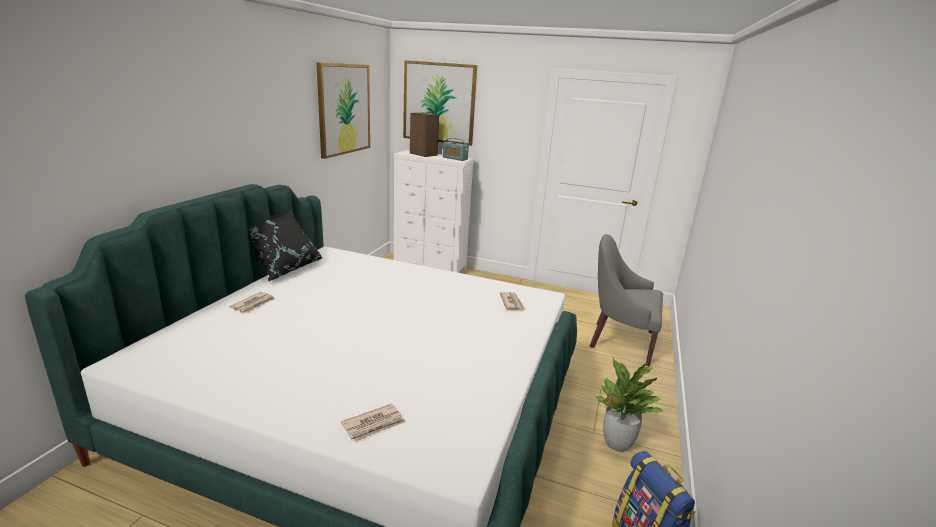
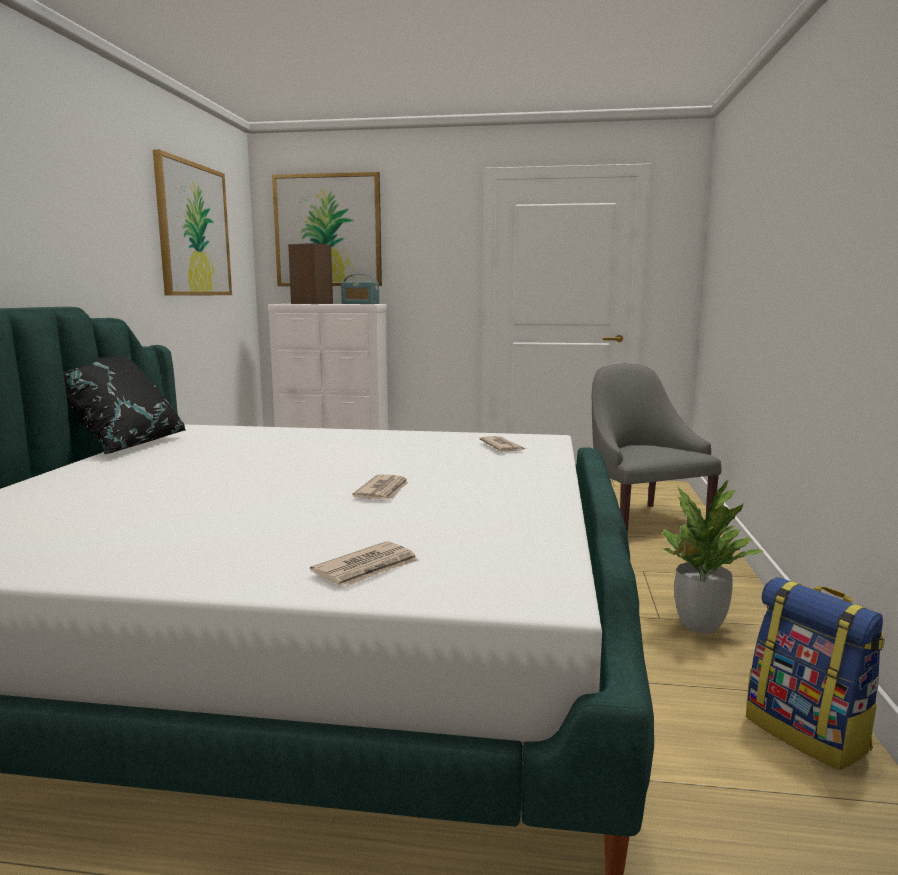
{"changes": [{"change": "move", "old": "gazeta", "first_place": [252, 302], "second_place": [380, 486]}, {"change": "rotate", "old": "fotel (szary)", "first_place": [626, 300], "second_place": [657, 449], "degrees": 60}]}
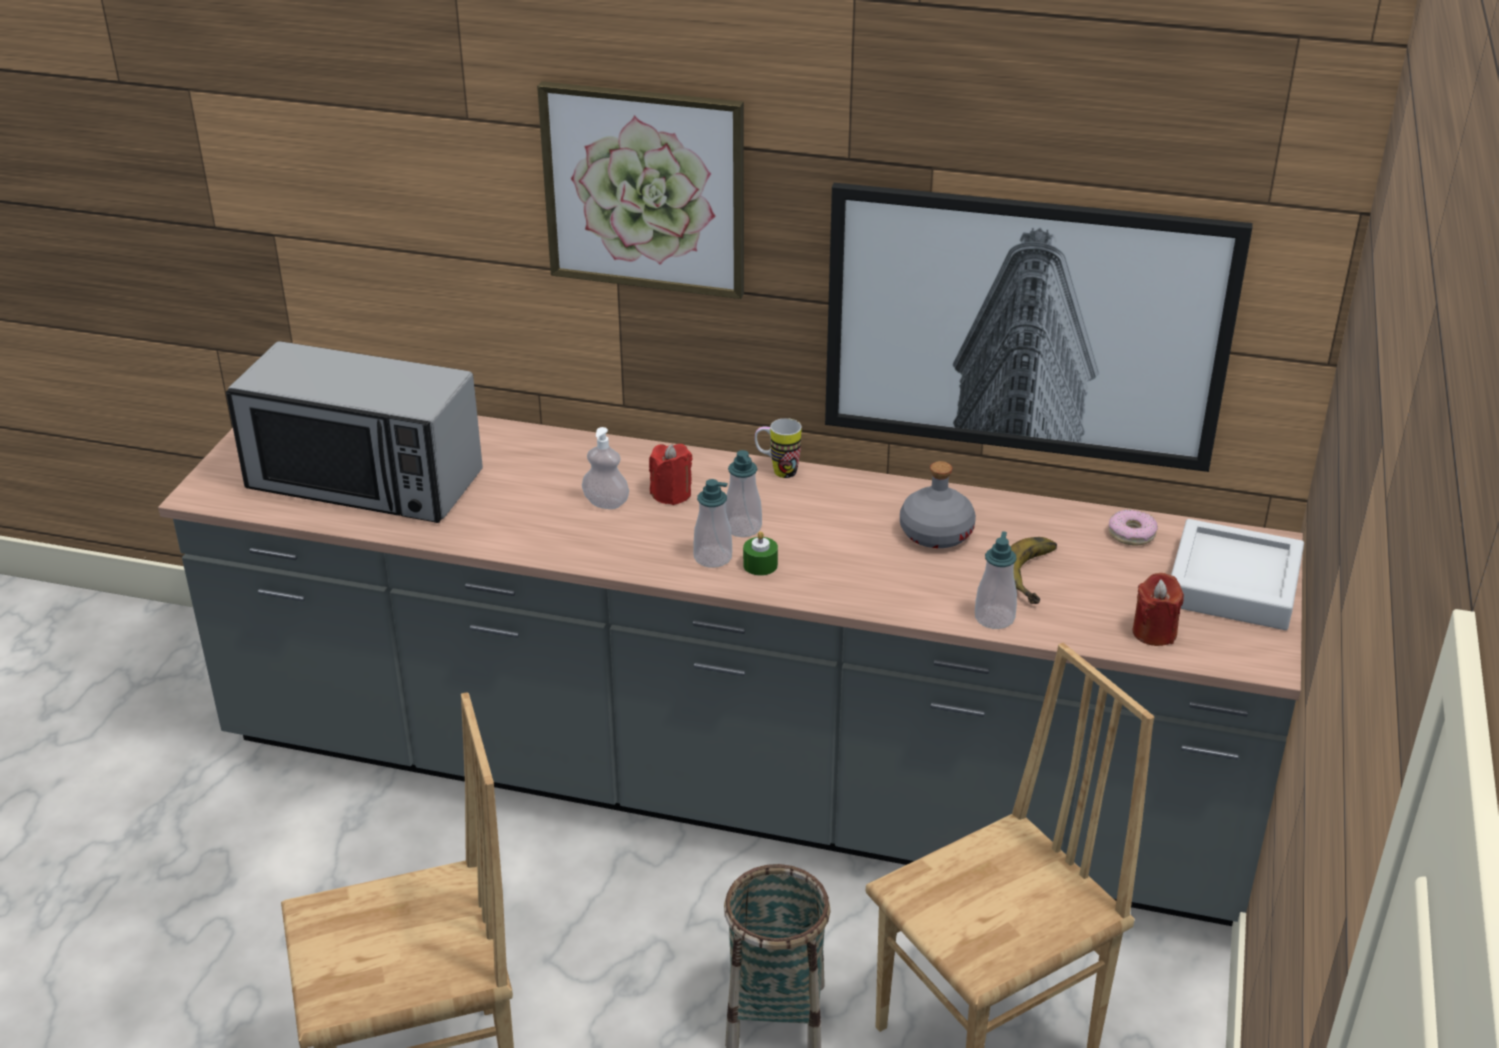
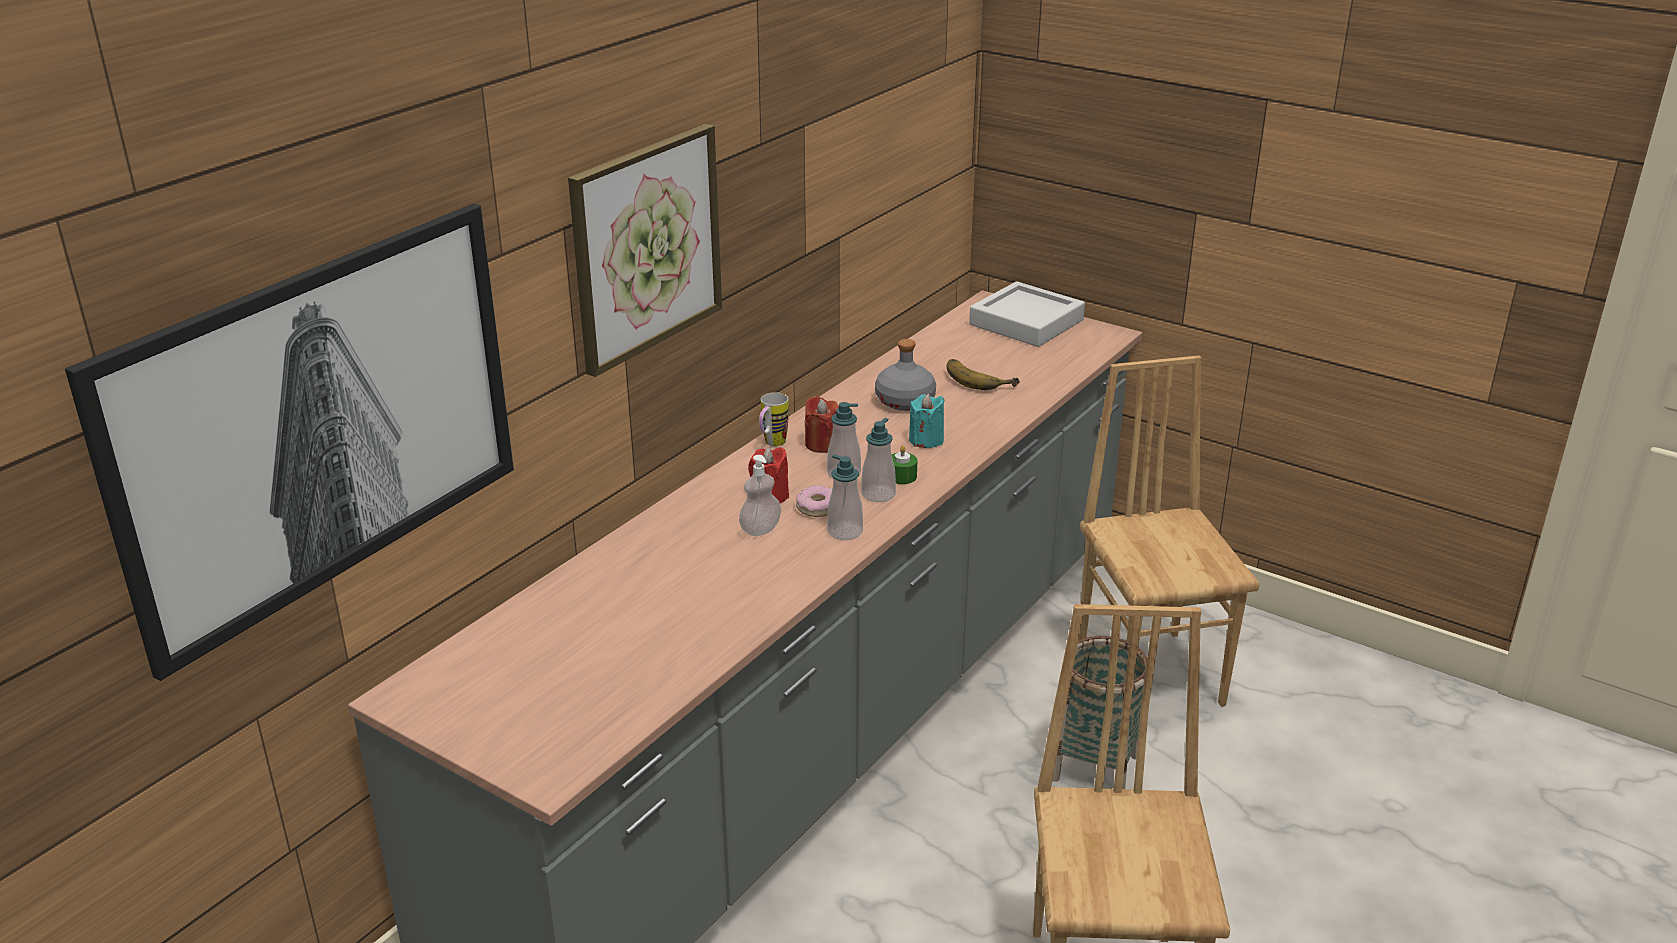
{"changes": [{"change": "move", "old": "obraz", "first_place": [1039, 327], "second_place": [289, 442]}, {"change": "move", "old": "donut", "first_place": [1133, 527], "second_place": [814, 501]}, {"change": "move", "old": "świeca (czerwony)", "first_place": [1158, 609], "second_place": [822, 424]}, {"change": "move", "old": "dozownik mydła", "first_place": [996, 580], "second_place": [845, 497]}, {"change": "insert", "new": "świeca (turkusowy)", "second_place": [927, 421]}, {"change": "delete", "old": "mikrofalówka", "first_place": [354, 432]}]}
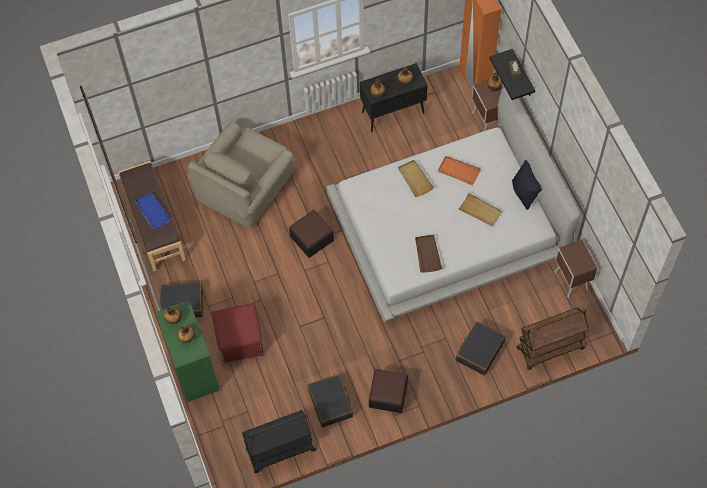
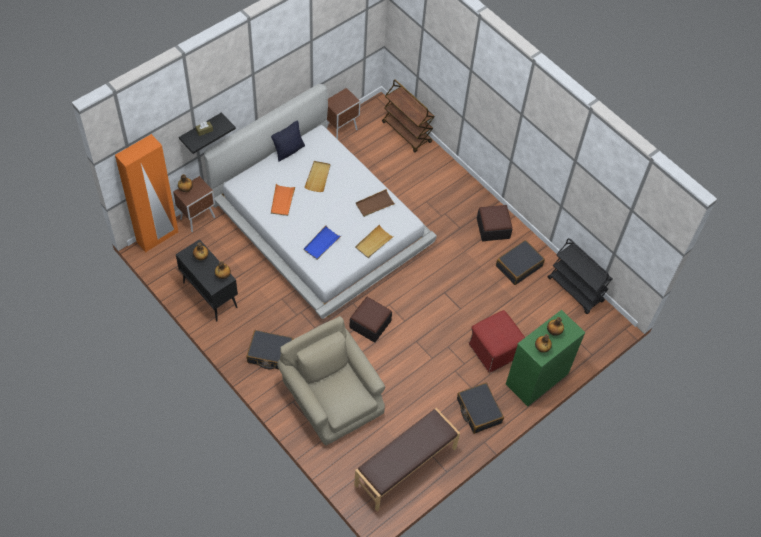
{"changes": [{"change": "move", "old": "walizka (czarny)", "first_place": [481, 348], "second_place": [270, 349]}, {"change": "rotate", "old": "fotel (beżowy)", "first_place": [242, 175], "second_place": [331, 380], "degrees": -135}, {"change": "move", "old": "taca (niebieski)", "first_place": [153, 211], "second_place": [322, 243]}, {"change": "move", "old": "taca (beżowy)", "first_place": [416, 178], "second_place": [374, 241]}]}
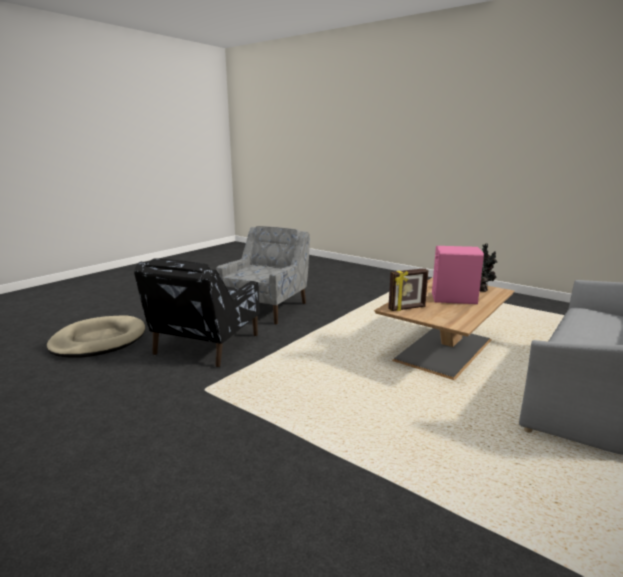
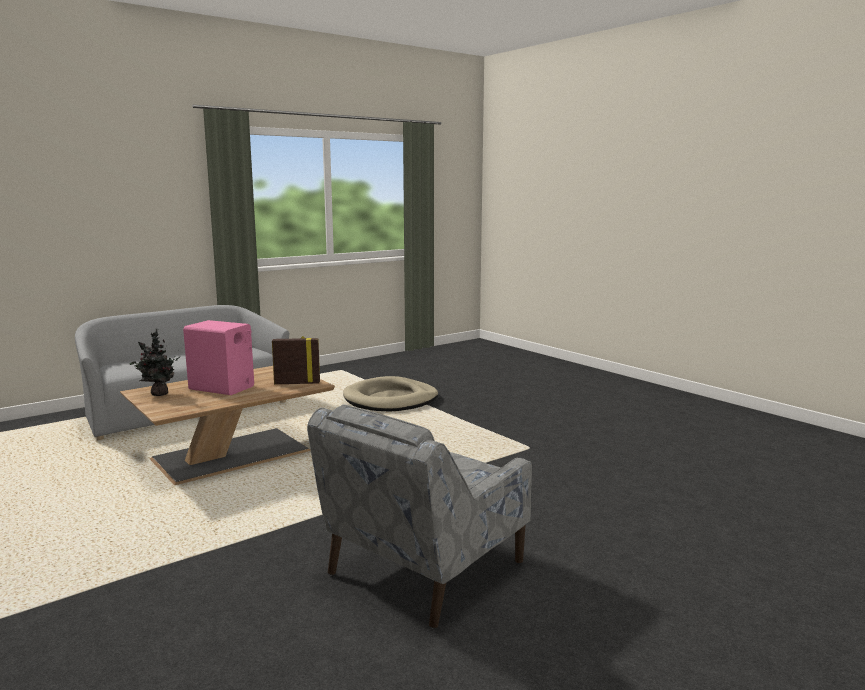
{"changes": [{"change": "move", "old": "legowisko (beżowy)", "first_place": [96, 336], "second_place": [390, 394]}, {"change": "delete", "old": "fotel (czarny)", "first_place": [197, 313]}]}
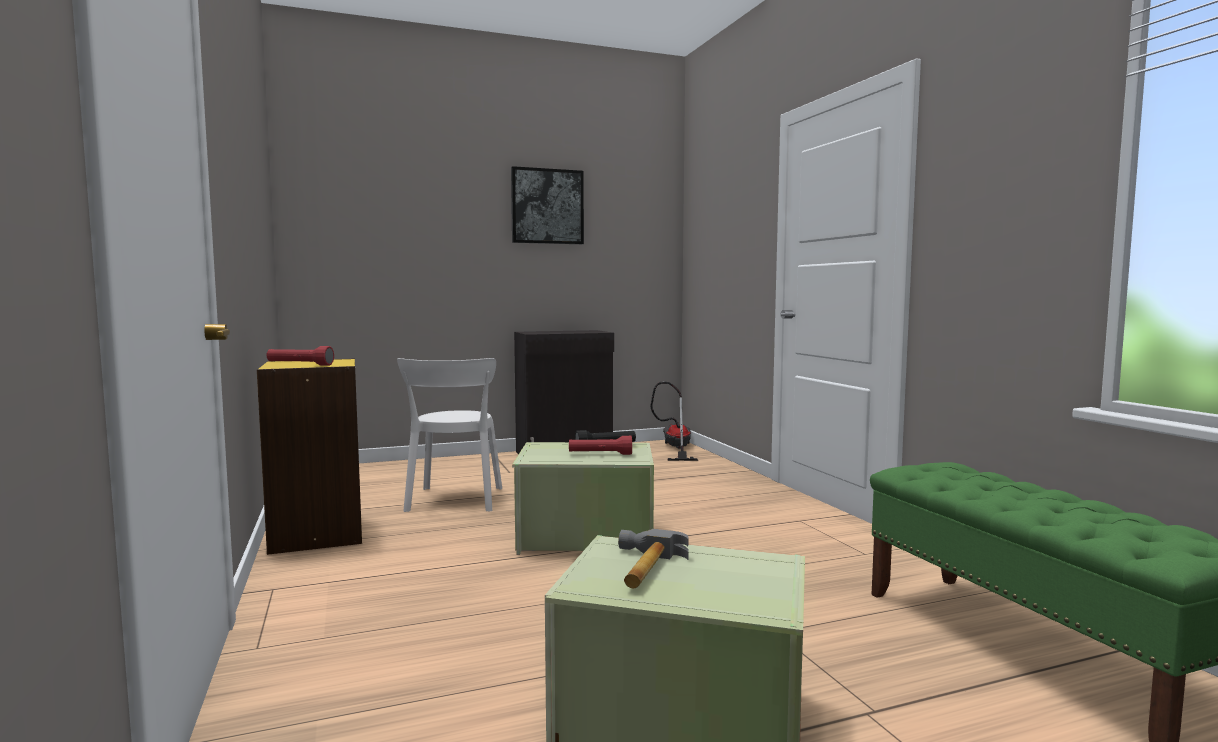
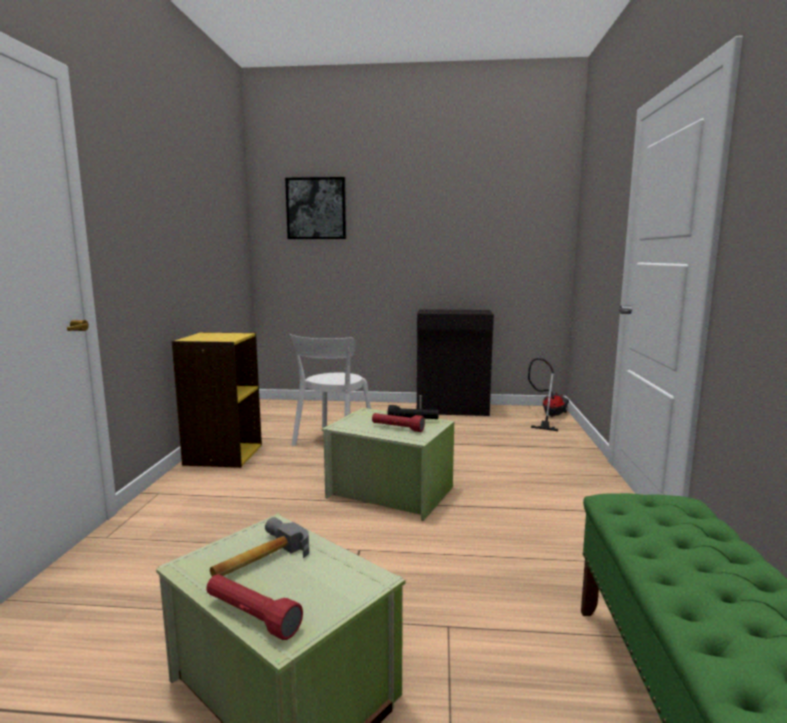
{"changes": [{"change": "move", "old": "latarka (czerwony)", "first_place": [300, 356], "second_place": [254, 607]}, {"change": "move", "old": "obraz", "first_place": [547, 205], "second_place": [315, 208]}]}
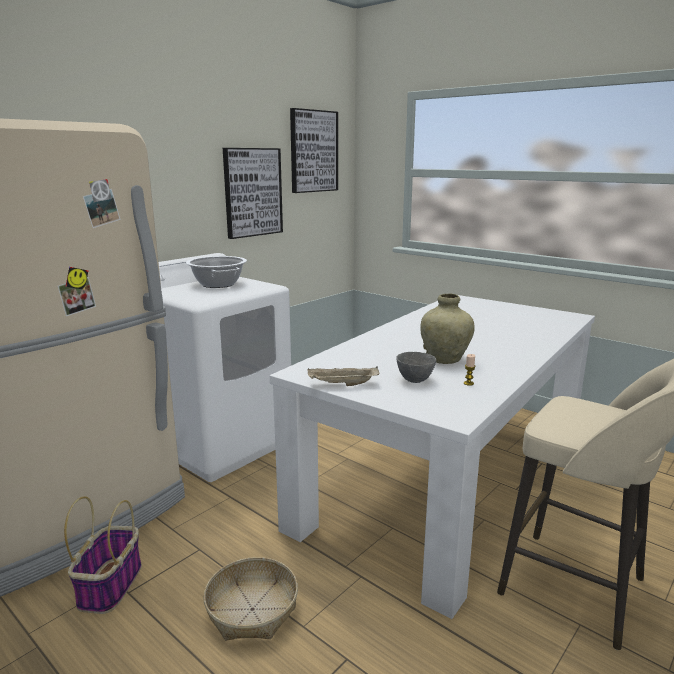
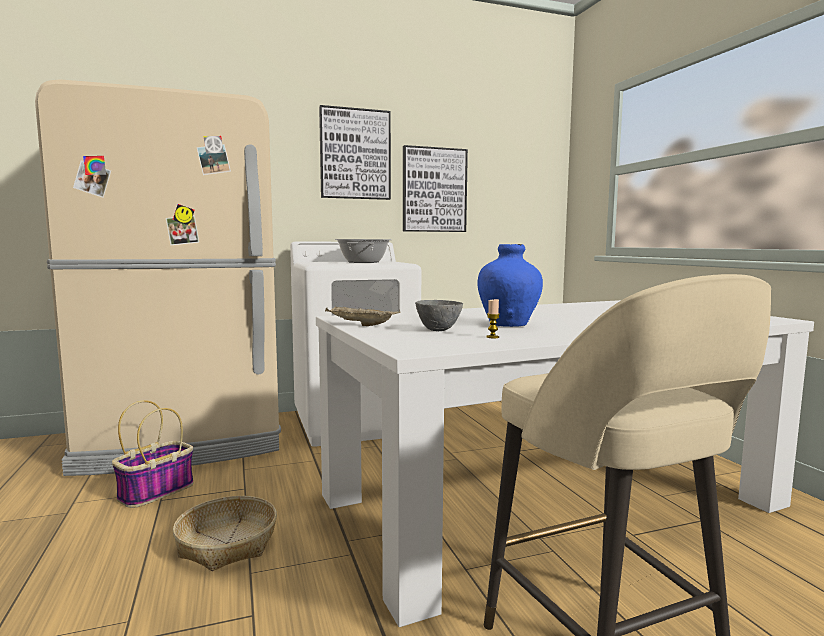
{"changes": [{"change": "move", "old": "obraz", "first_place": [314, 150], "second_place": [355, 152]}, {"change": "recolor", "old": "wazon (beżowy)", "new": "wazon (niebieski)", "first_place": [447, 329], "second_place": [510, 285]}]}
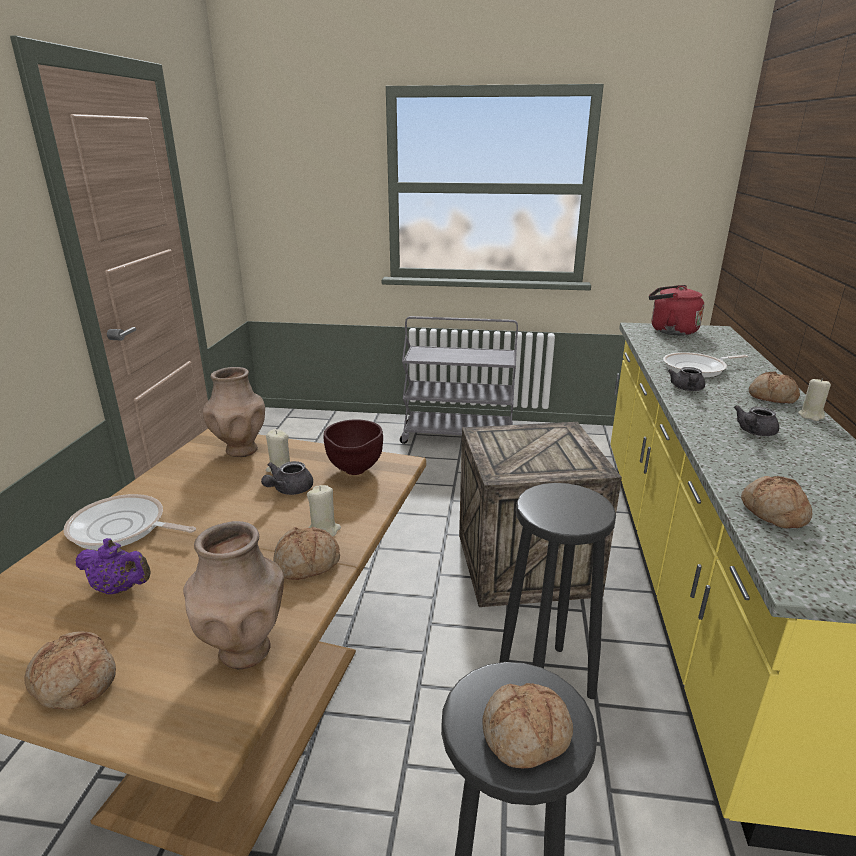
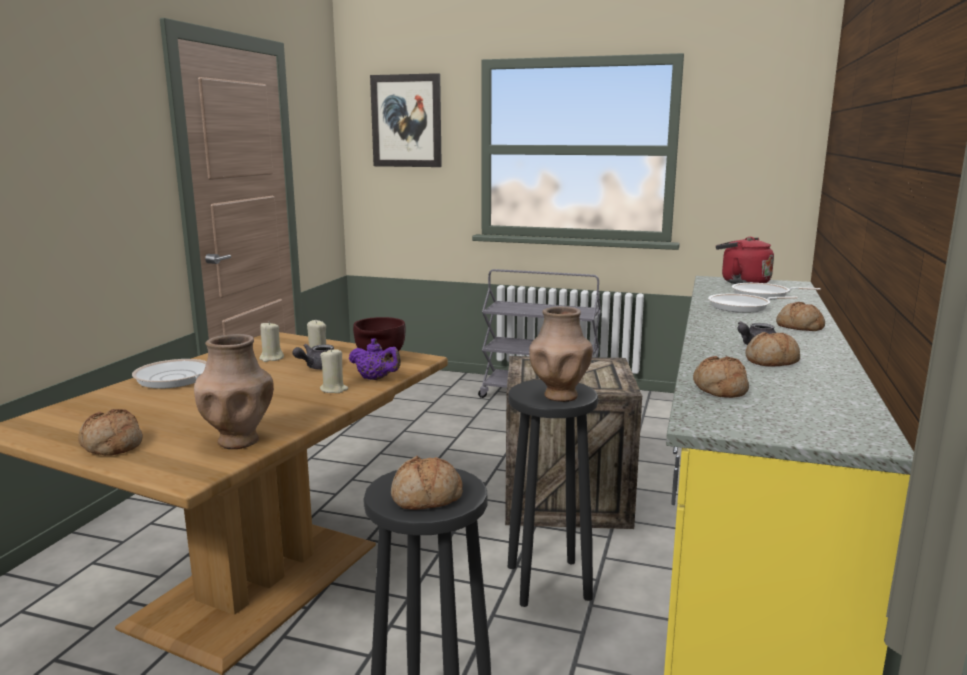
{"changes": [{"change": "move", "old": "świeca (beżowy)", "first_place": [814, 399], "second_place": [271, 341]}, {"change": "move", "old": "imbryk (fioletowy)", "first_place": [113, 566], "second_place": [375, 359]}, {"change": "insert", "new": "obraz", "second_place": [406, 120]}, {"change": "move", "old": "wazon (brązowy)", "first_place": [234, 412], "second_place": [561, 354]}, {"change": "insert", "new": "patelnia", "second_place": [776, 291]}, {"change": "move", "old": "chleb", "first_place": [306, 553], "second_place": [772, 349]}, {"change": "delete", "old": "imbryk (szary)", "first_place": [686, 379]}]}
